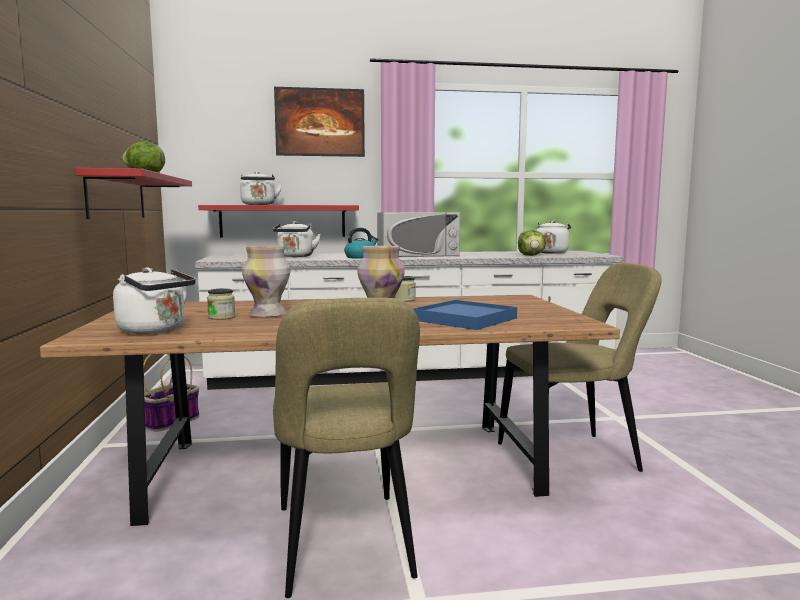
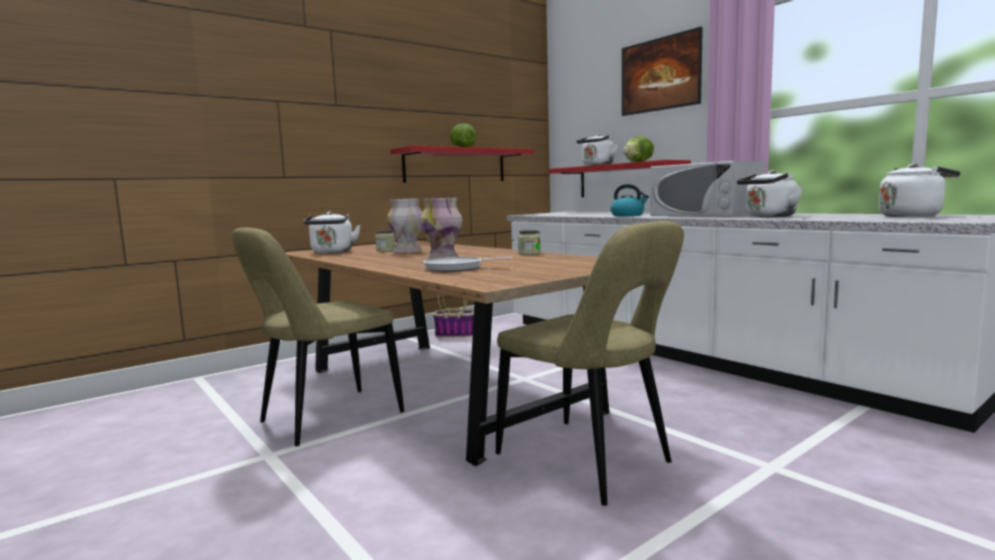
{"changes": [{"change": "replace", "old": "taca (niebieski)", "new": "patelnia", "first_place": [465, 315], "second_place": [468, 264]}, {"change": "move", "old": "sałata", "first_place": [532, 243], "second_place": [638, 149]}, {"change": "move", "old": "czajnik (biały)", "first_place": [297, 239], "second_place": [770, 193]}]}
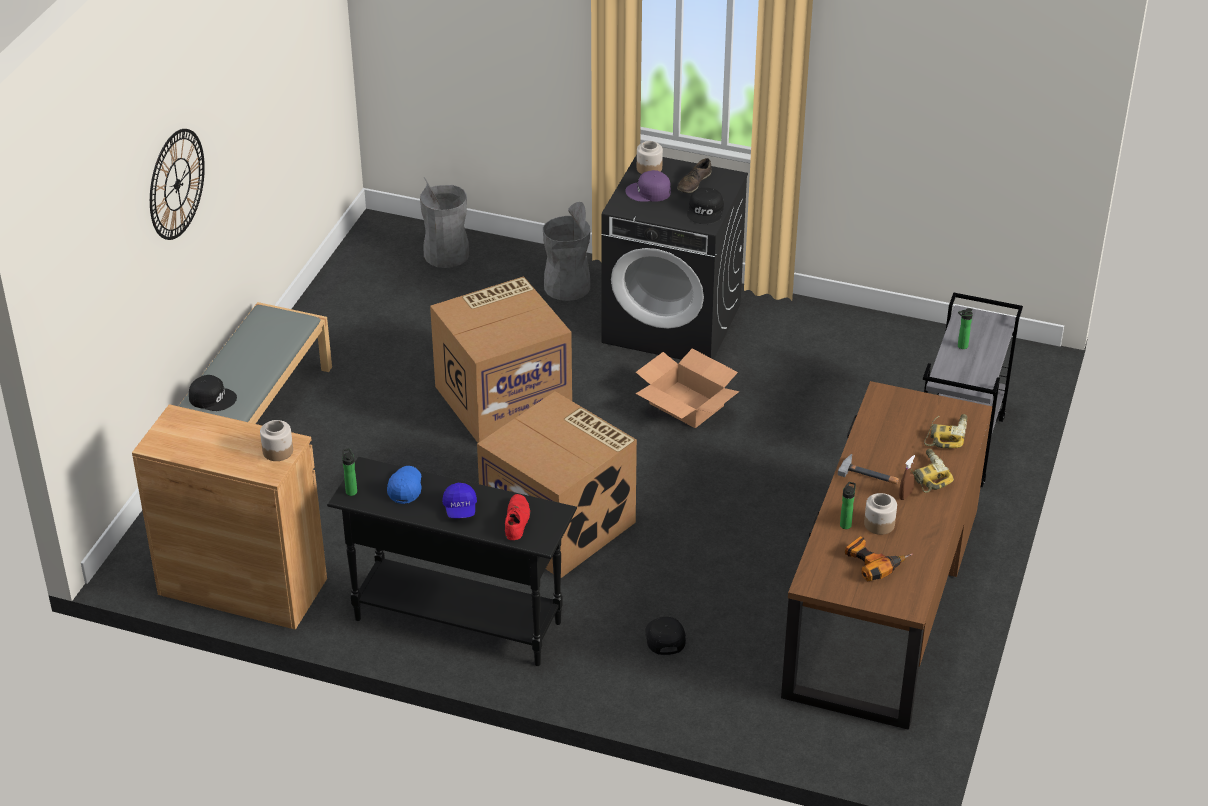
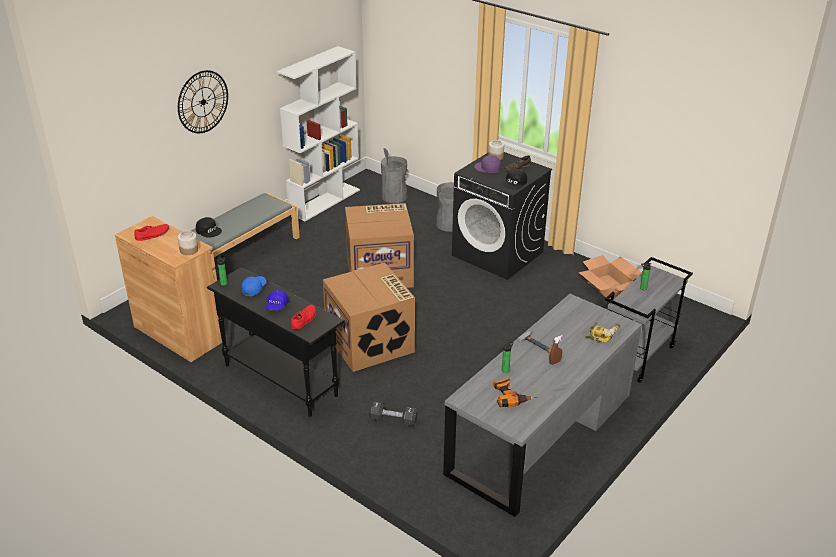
{"changes": [{"change": "insert", "new": "but (czerwony)", "second_place": [151, 232]}, {"change": "insert", "new": "regał (biały)", "second_place": [318, 133]}, {"change": "replace", "old": "czapka z daszkiem (czarny)", "new": "hantel (czarny)", "first_place": [665, 636], "second_place": [393, 414]}, {"change": "recolor", "old": "biurko (brązowy)", "new": "biurko (szary)", "first_place": [886, 555], "second_place": [542, 405]}, {"change": "move", "old": "karton", "first_place": [688, 388], "second_place": [610, 277]}, {"change": "delete", "old": "słoik", "first_place": [880, 514]}, {"change": "delete", "old": "wiertarka", "first_place": [932, 471]}]}
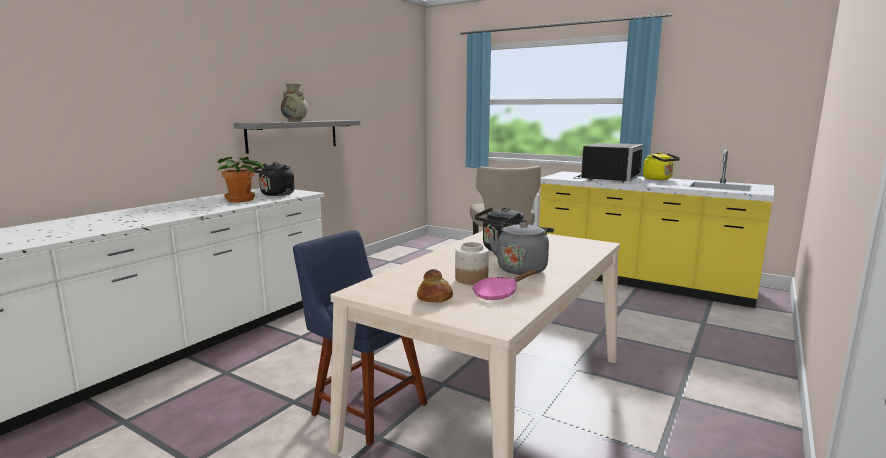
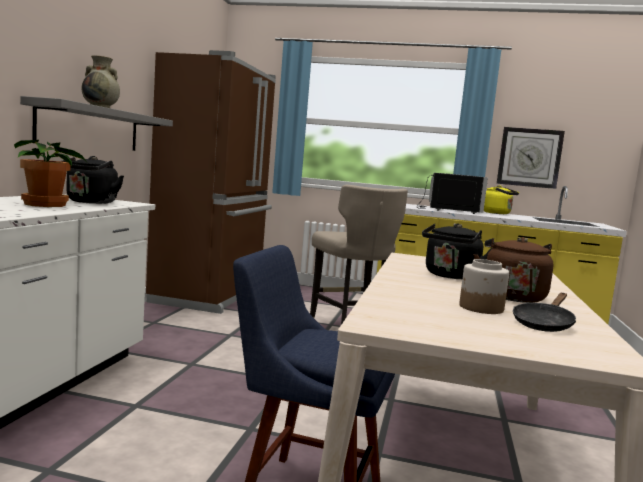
{"changes": [{"change": "insert", "new": "lodówka (brązowy)", "second_place": [211, 182]}, {"change": "recolor", "old": "czajnik (szary)", "new": "czajnik (brązowy)", "first_place": [521, 248], "second_place": [513, 270]}, {"change": "insert", "new": "zegar ścienny", "second_place": [531, 158]}, {"change": "recolor", "old": "patelnia (różowy)", "new": "patelnia (czarny)", "first_place": [505, 284], "second_place": [544, 312]}, {"change": "delete", "old": "chleb", "first_place": [435, 285]}]}
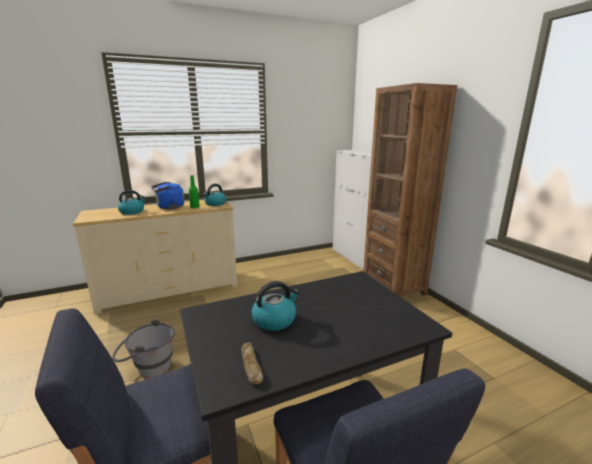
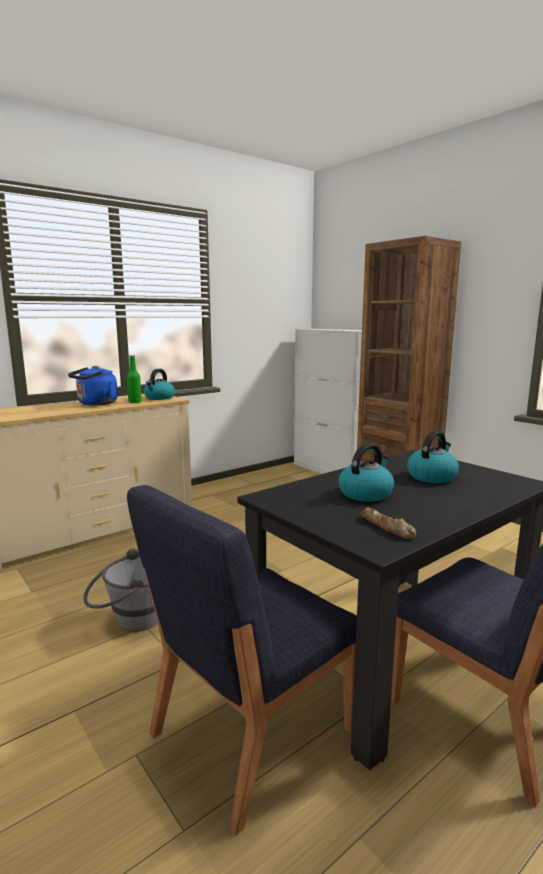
{"changes": [{"change": "move", "old": "czajnik", "first_place": [132, 202], "second_place": [433, 457]}]}
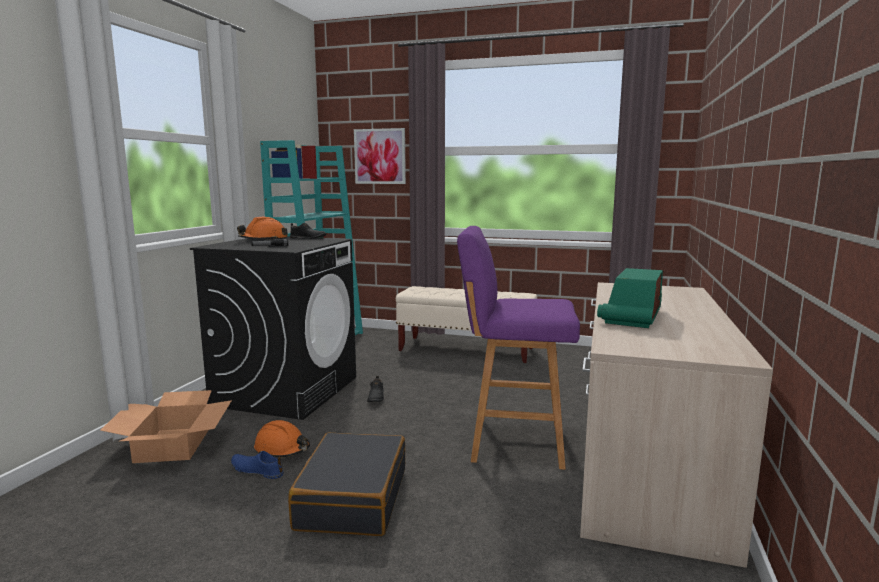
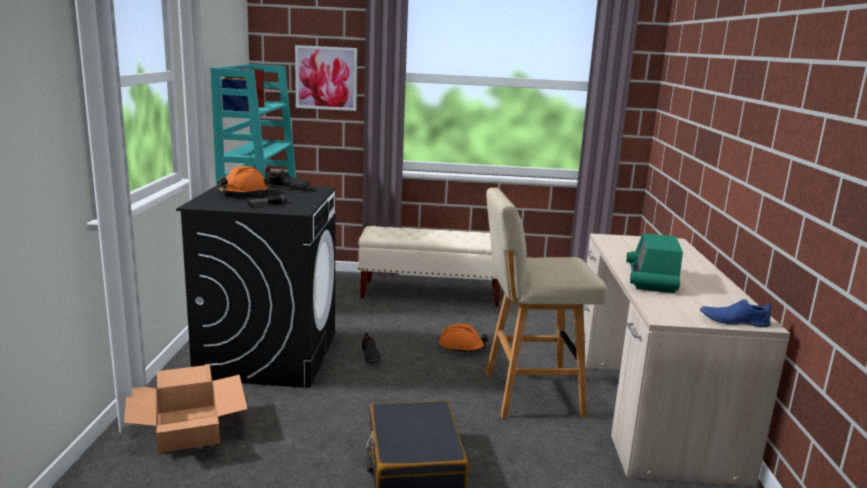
{"changes": [{"change": "move", "old": "kask (pomarańczowy)", "first_place": [282, 439], "second_place": [464, 338]}, {"change": "recolor", "old": "stołek (fioletowy)", "new": "stołek (beżowy)", "first_place": [518, 348], "second_place": [546, 303]}, {"change": "move", "old": "but (niebieski)", "first_place": [257, 465], "second_place": [735, 313]}]}
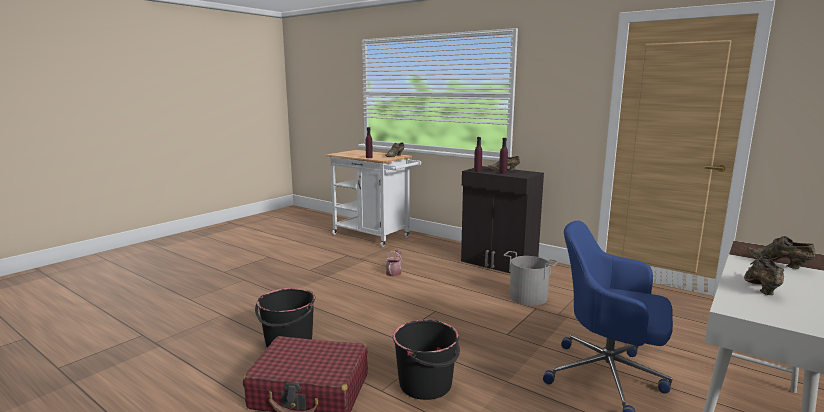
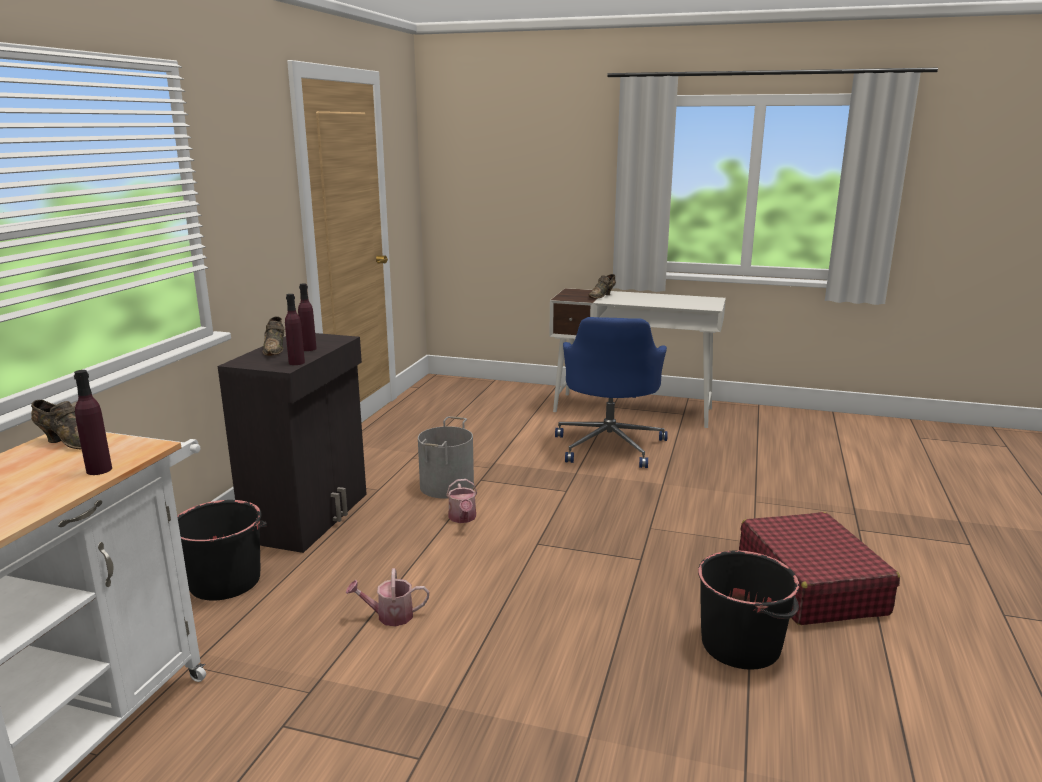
{"changes": [{"change": "move", "old": "wiadro (czarny)", "first_place": [426, 360], "second_place": [222, 550]}, {"change": "insert", "new": "konewka", "second_place": [461, 501]}, {"change": "delete", "old": "but (brązowy)", "first_place": [764, 275]}]}
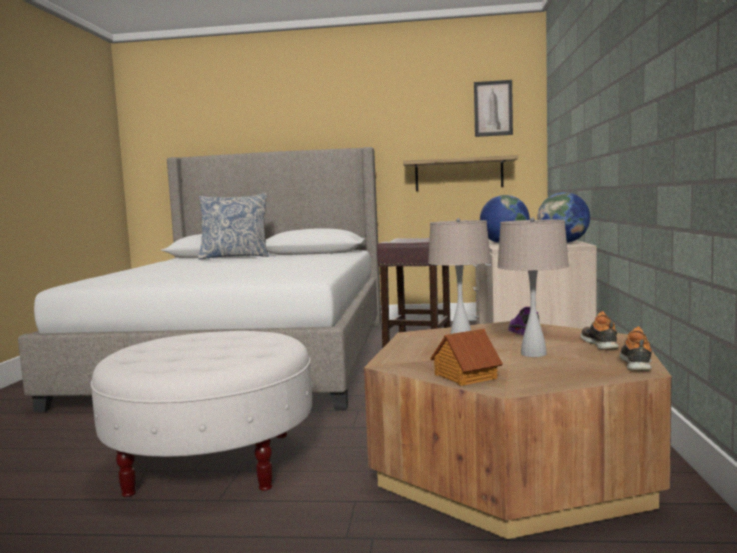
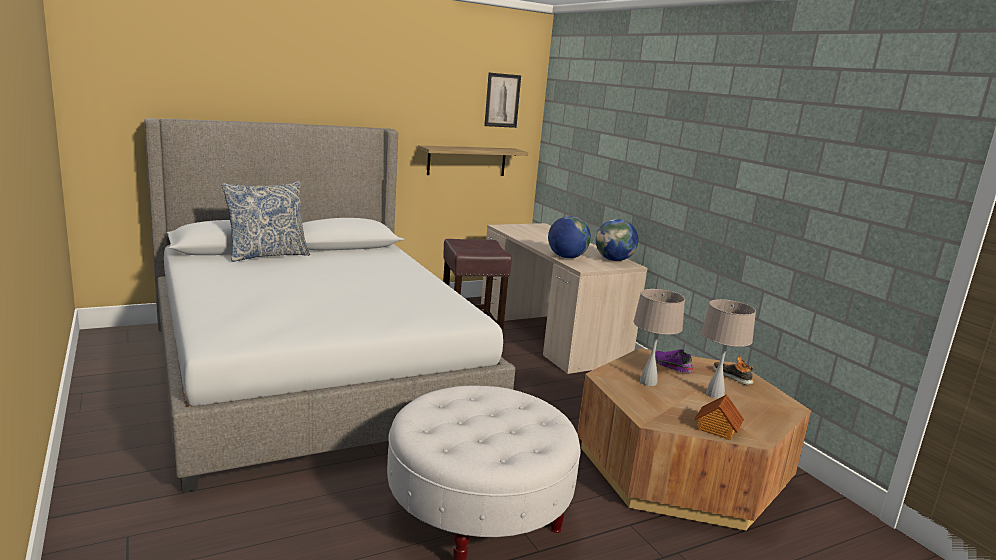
{"changes": [{"change": "delete", "old": "but", "first_place": [636, 348]}]}
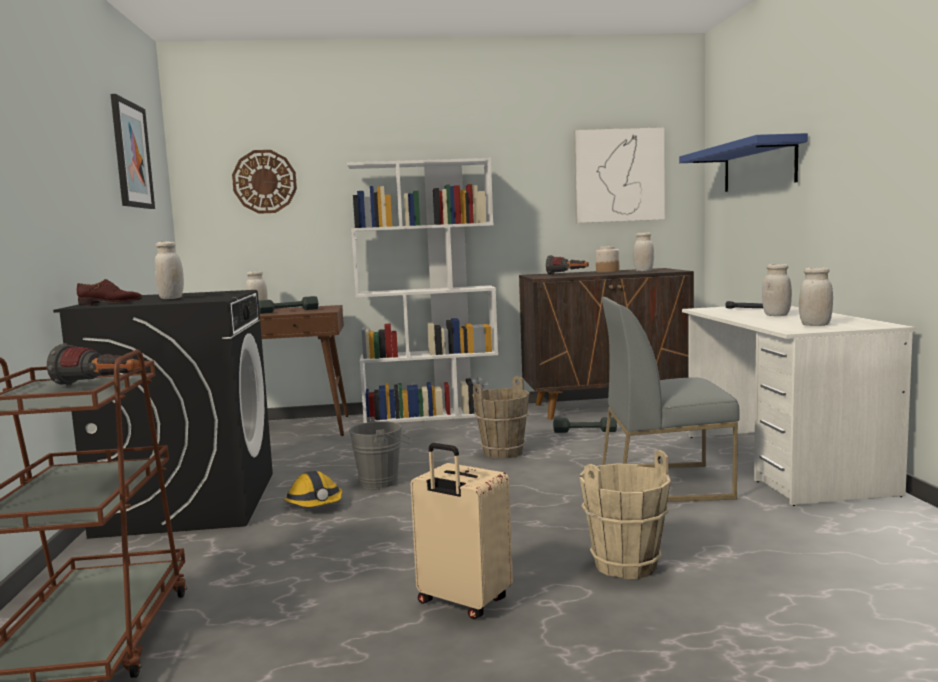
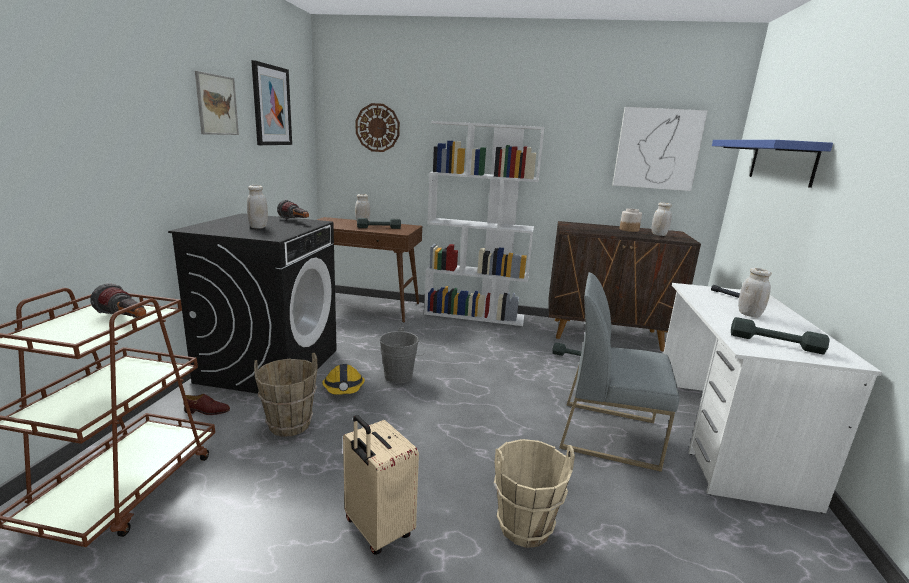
{"changes": [{"change": "move", "old": "but (brązowy)", "first_place": [109, 292], "second_place": [206, 404]}, {"change": "insert", "new": "obraz", "second_place": [217, 103]}, {"change": "move", "old": "wiadro (brązowy)", "first_place": [501, 417], "second_place": [286, 395]}, {"change": "move", "old": "latarka", "first_place": [567, 265], "second_place": [293, 209]}, {"change": "replace", "old": "słoik (biały)", "new": "hantel (szary)", "first_place": [816, 296], "second_place": [780, 336]}]}
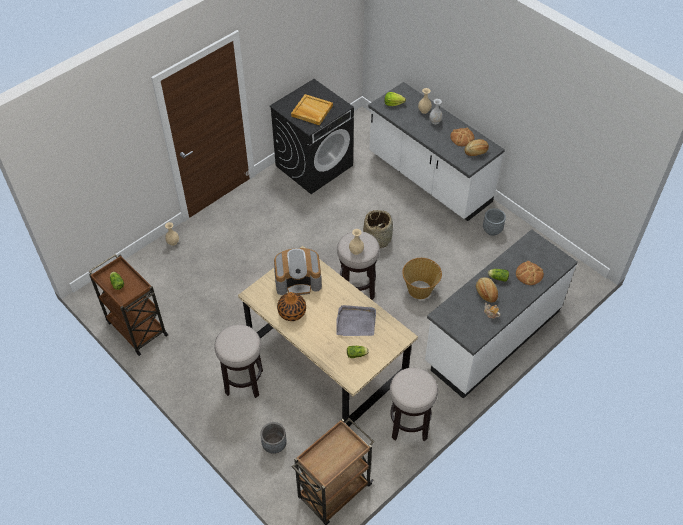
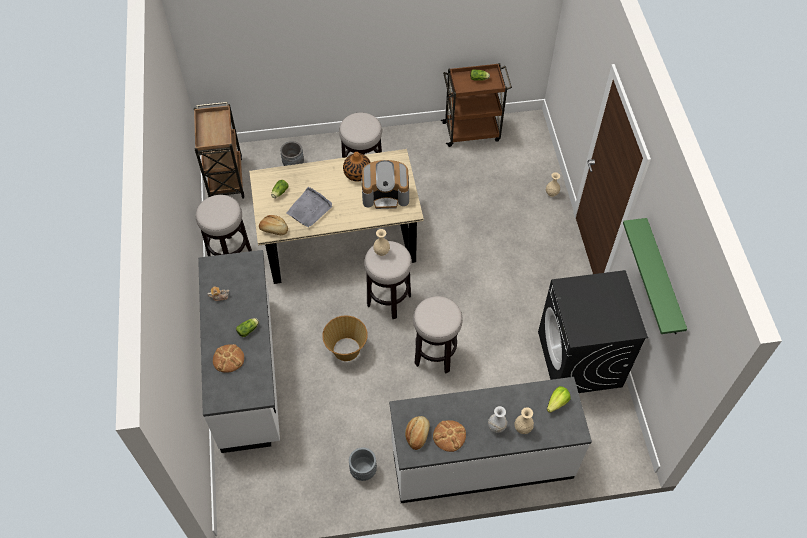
{"changes": [{"change": "move", "old": "chleb", "first_place": [487, 289], "second_place": [273, 225]}, {"change": "rotate", "old": "ekspres do kawy", "first_place": [298, 271], "second_place": [385, 184], "degrees": -120}, {"change": "replace", "old": "koszyk", "new": "stołek", "first_place": [378, 229], "second_place": [438, 334]}, {"change": "insert", "new": "półka (zielony)", "second_place": [655, 276]}, {"change": "delete", "old": "taca (beżowy)", "first_place": [312, 109]}]}
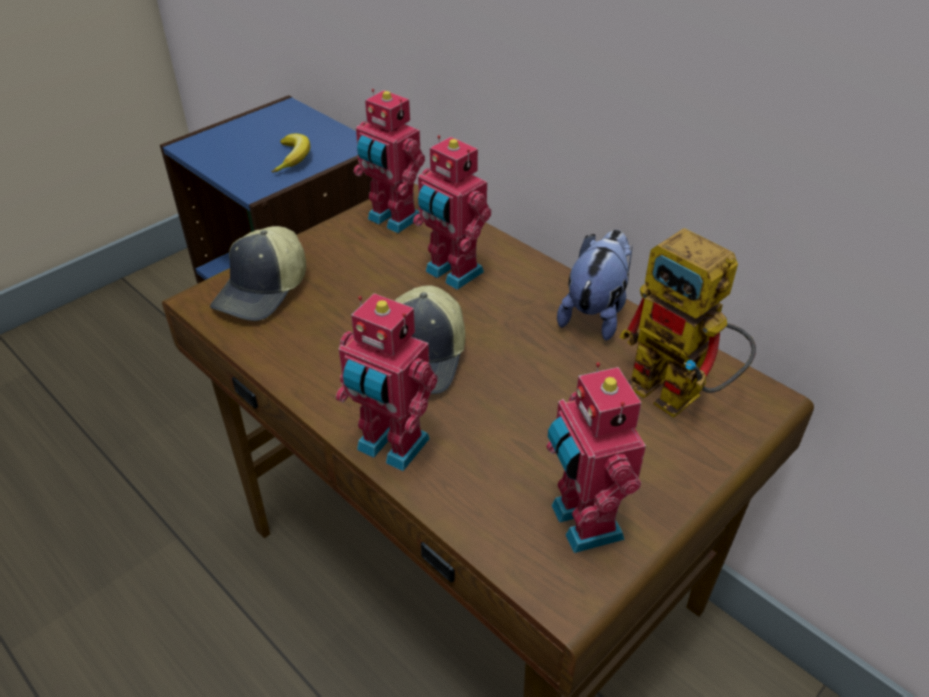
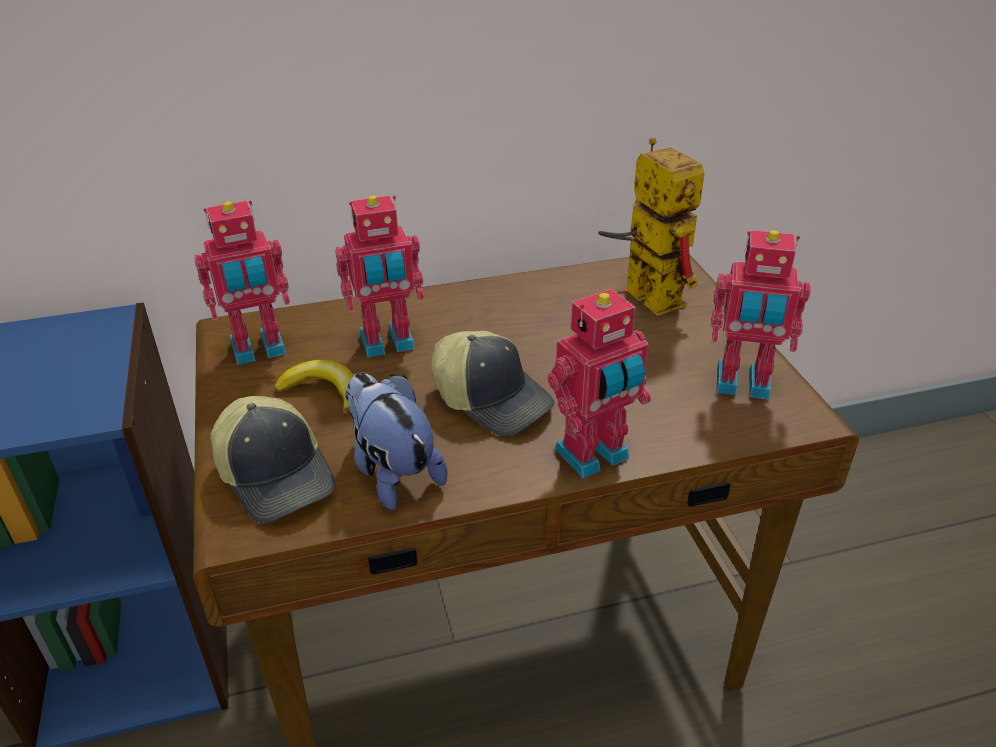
{"changes": [{"change": "move", "old": "banan", "first_place": [290, 153], "second_place": [314, 387]}, {"change": "move", "old": "pluszak", "first_place": [595, 285], "second_place": [396, 441]}, {"change": "rotate", "old": "robot zabawkowy", "first_place": [687, 323], "second_place": [651, 226], "degrees": -105}]}
